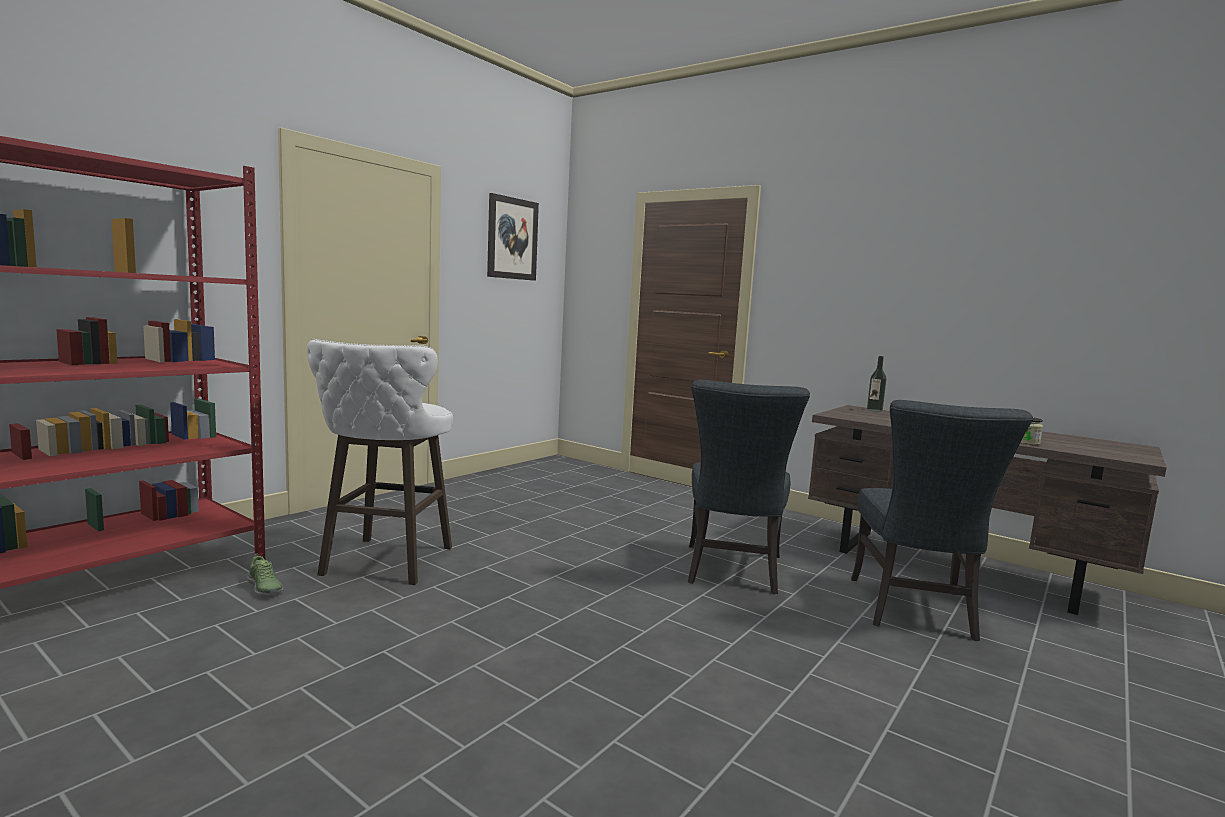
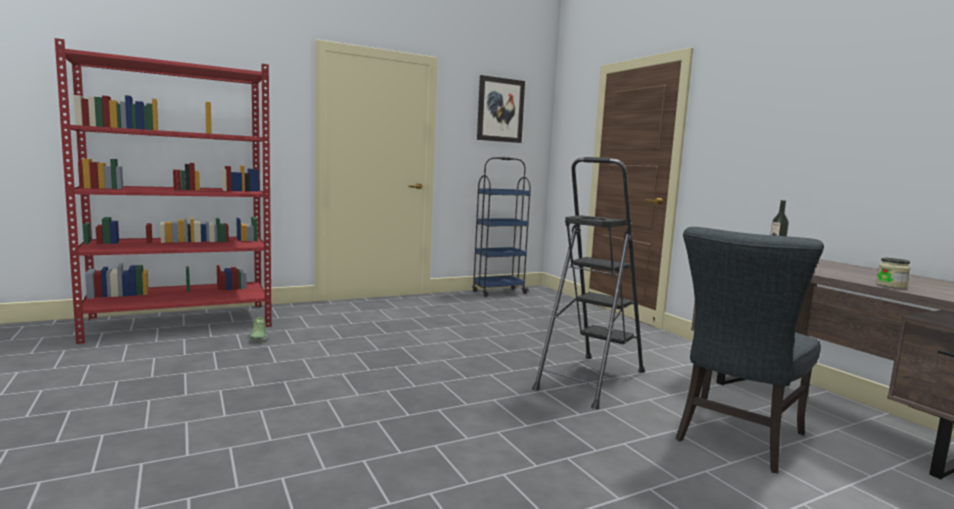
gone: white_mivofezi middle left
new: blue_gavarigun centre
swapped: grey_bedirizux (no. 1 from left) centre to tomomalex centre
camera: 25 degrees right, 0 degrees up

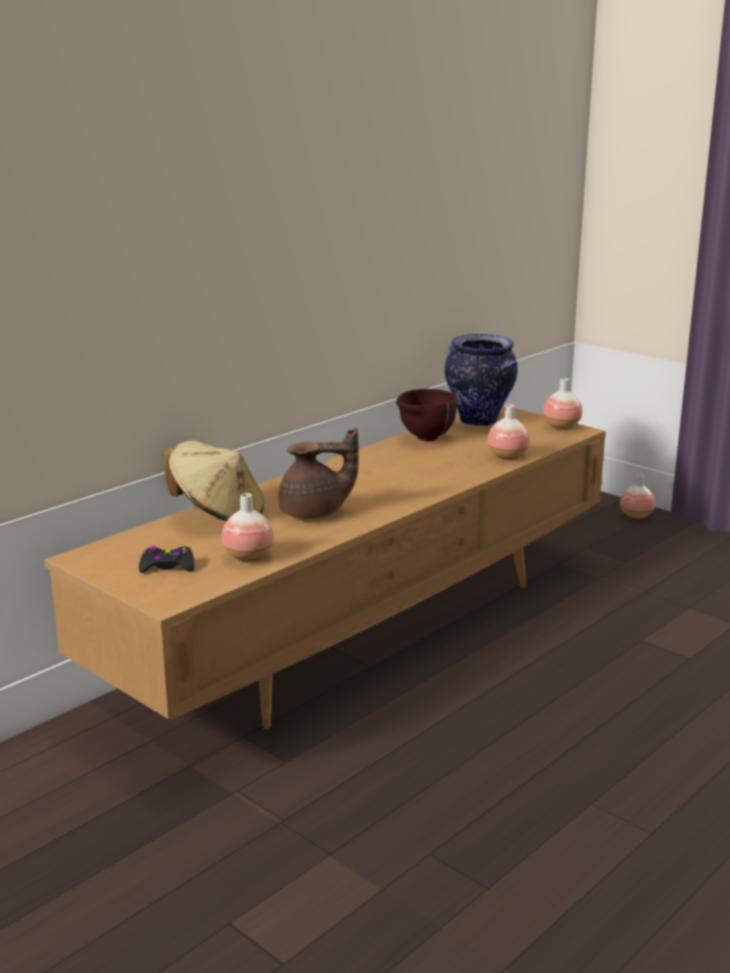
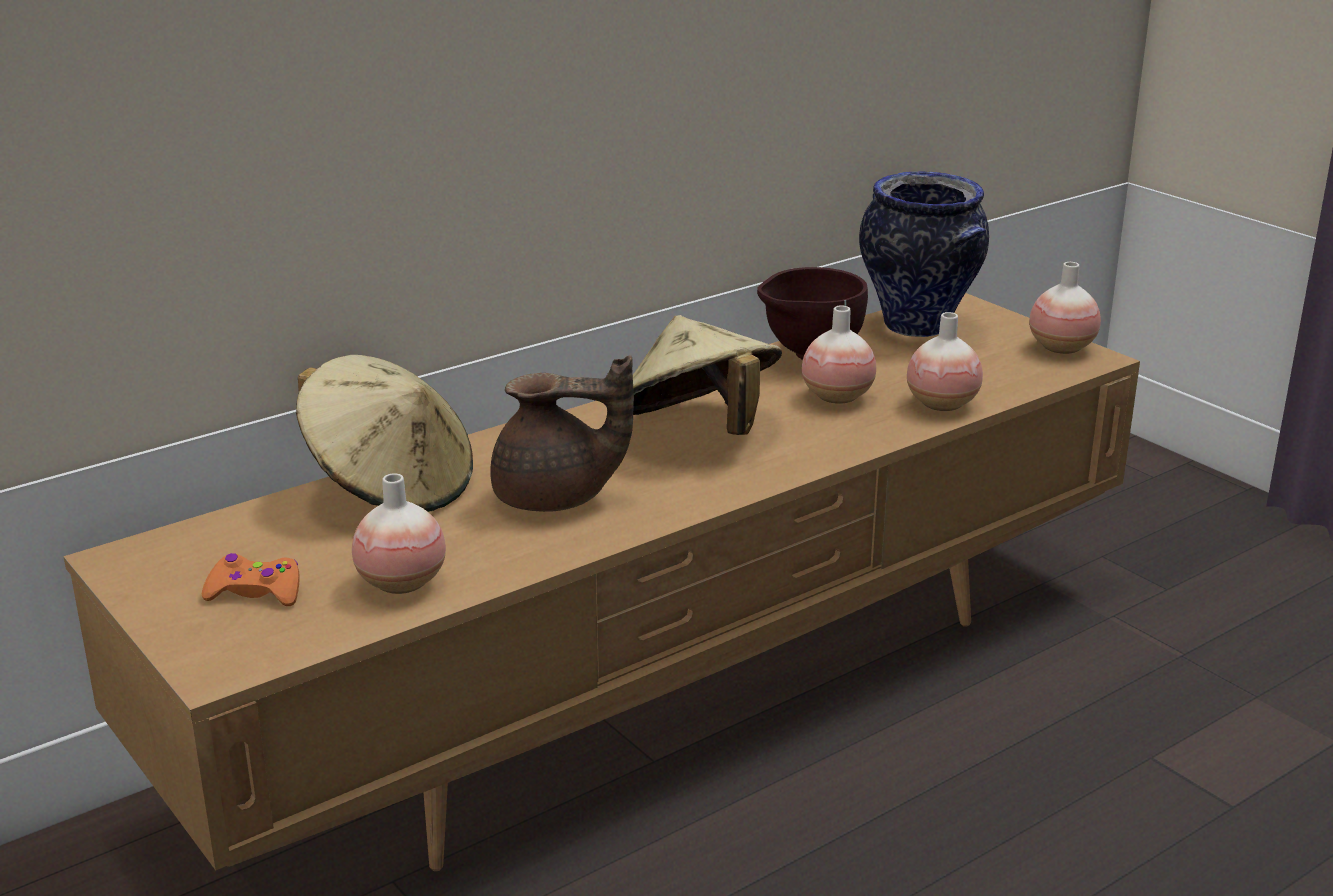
new: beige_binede (no. 2 from left) centre
shifted: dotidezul (no. 5 from left in the first image) middle right to dotidezul (no. 2 from left) centre
repainted: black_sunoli middle left to orange_sunoli middle left
camera: 10 degrees right, 5 degrees up

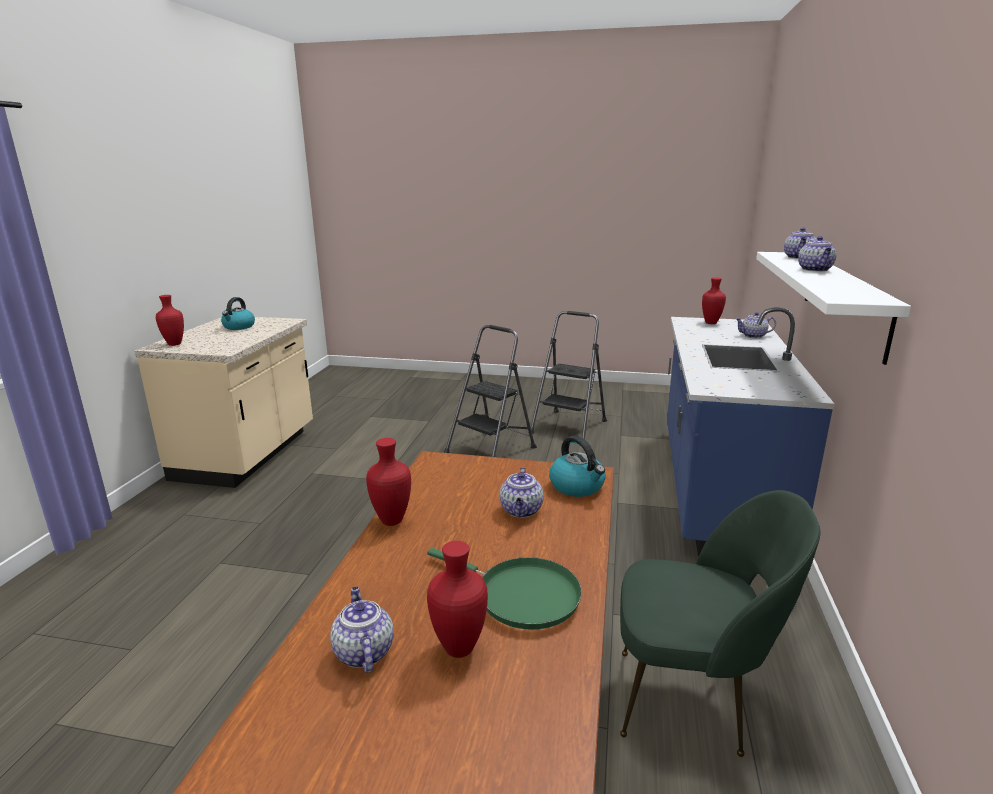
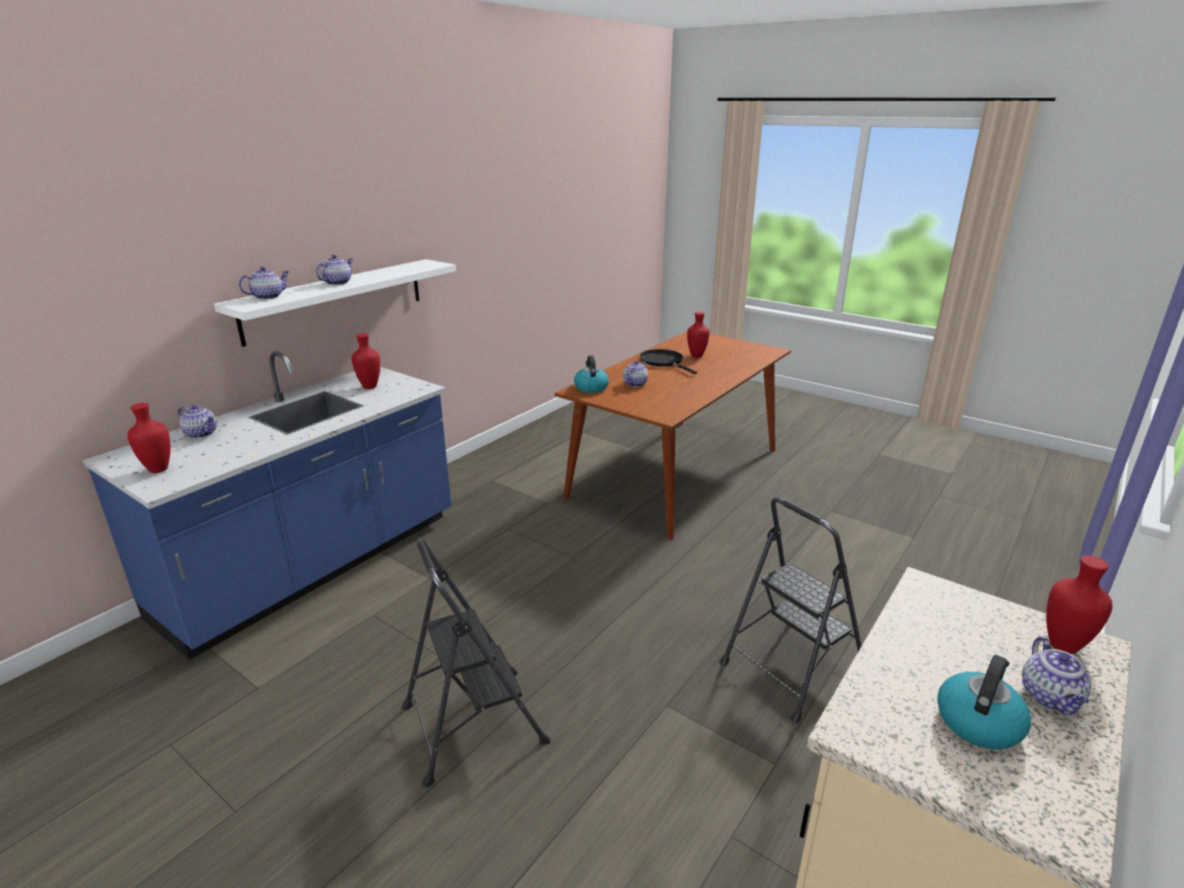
gone: green_bedirizux bottom right
shifted: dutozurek (no. 1 from left in the first image) bottom centre to dutozurek (no. 5 from left) bottom right; red_dotidezul (no. 2 from left) centre to middle left; black_tomomalex (no. 2 from left) centre to bottom right
repainted: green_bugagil bottom centre to black_bugagil centre
camera: 155 degrees left, 5 degrees up

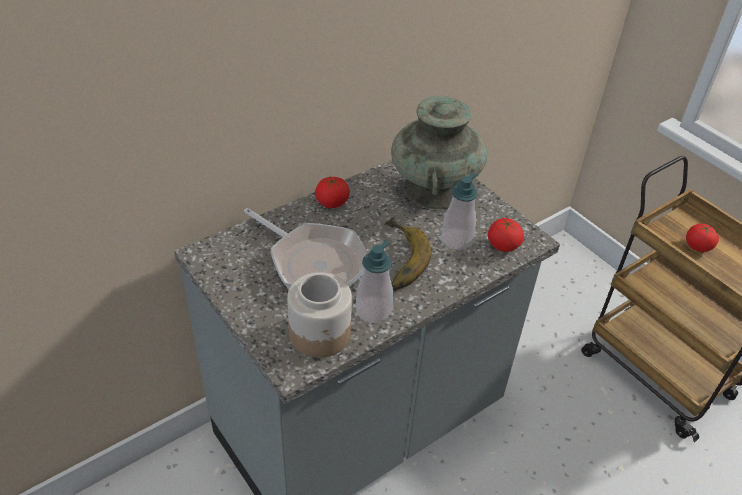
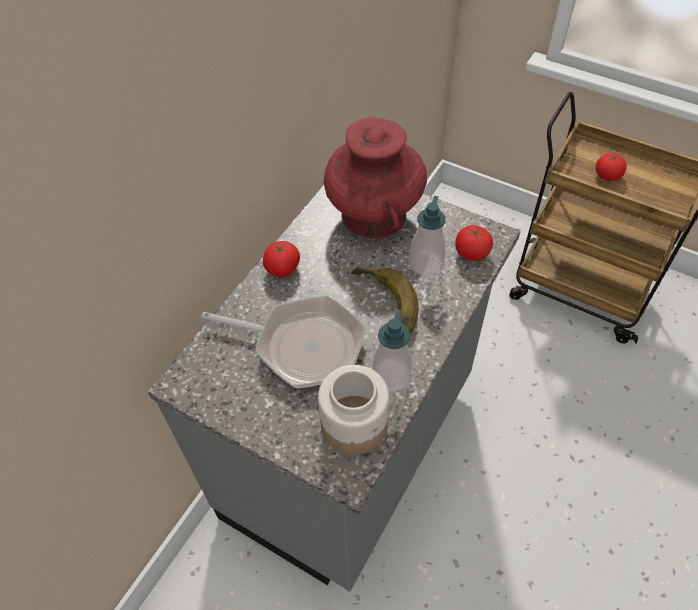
repainted: turquoise_dotidezul top centre to red_dotidezul top centre
camera: 20 degrees left, 10 degrees up

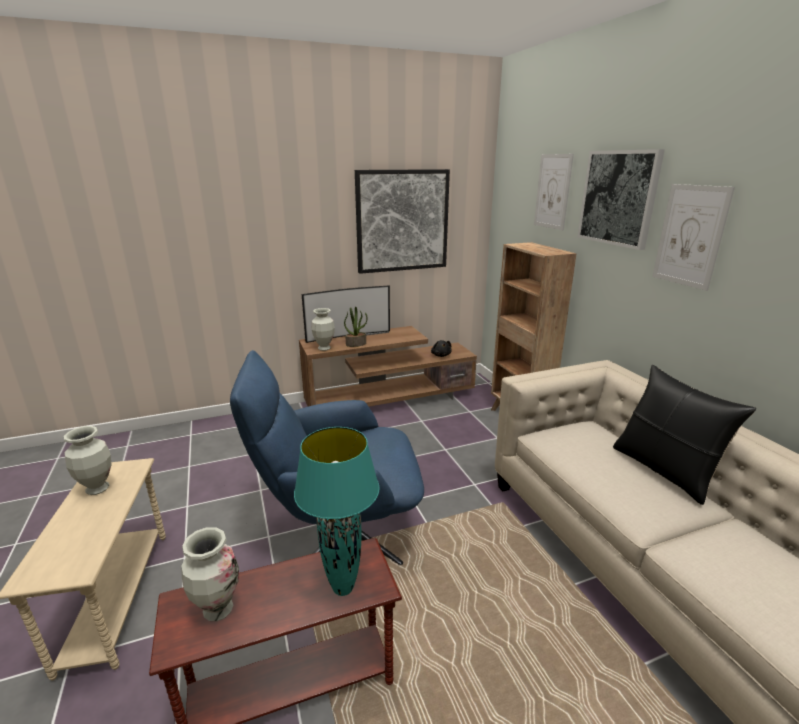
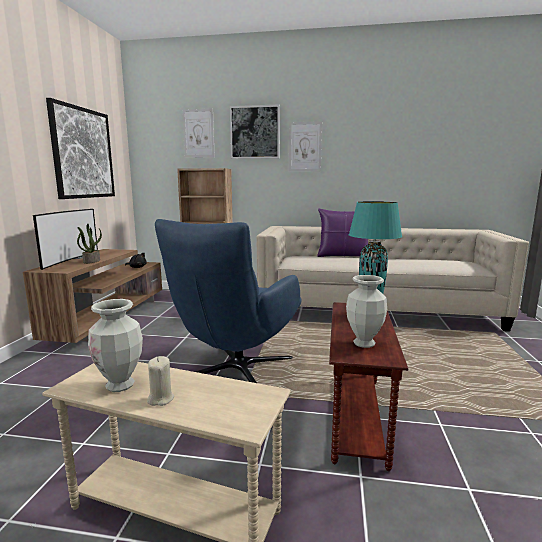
gone: dotidezul (no. 3 from left) centre
new: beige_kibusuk bottom left
repainted: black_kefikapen middle right to purple_kefikapen centre
camera: 60 degrees left, 10 degrees down

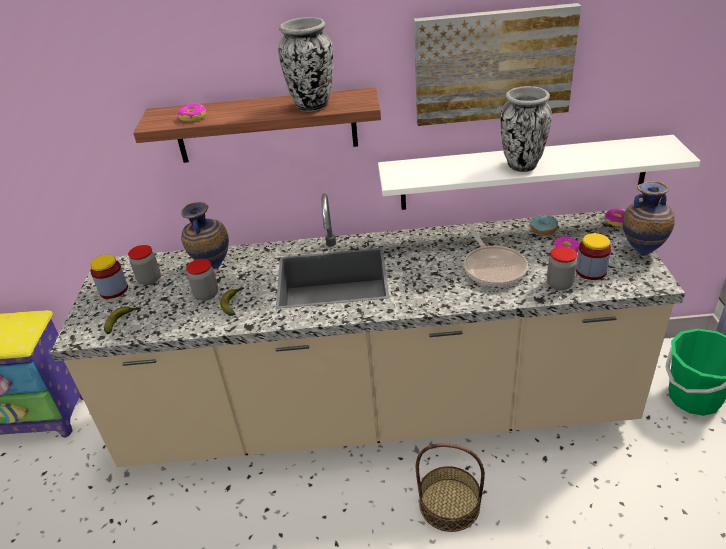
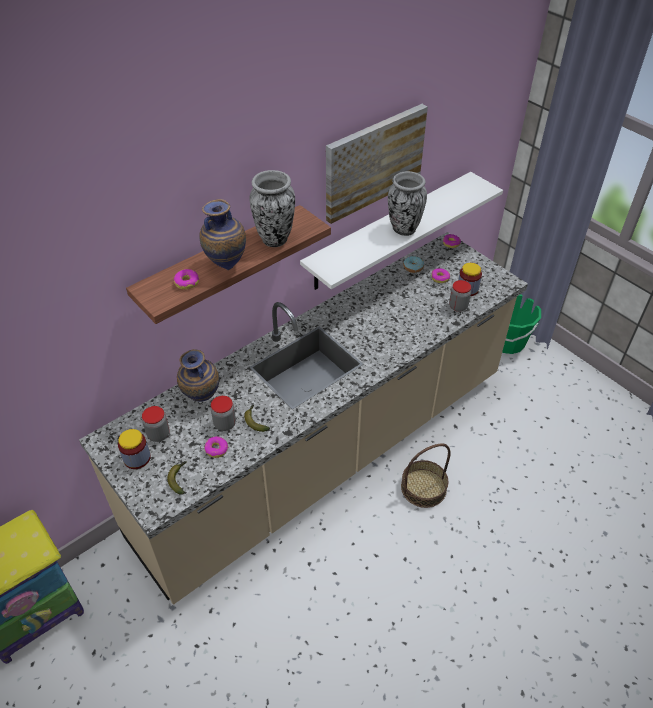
gone: bugagil middle right
new: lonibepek (no. 2 from left) middle left
shifted: dotidezul (no. 4 from left in the first image) middle right to dotidezul (no. 2 from left) top centre
camera: 40 degrees left, 10 degrees up

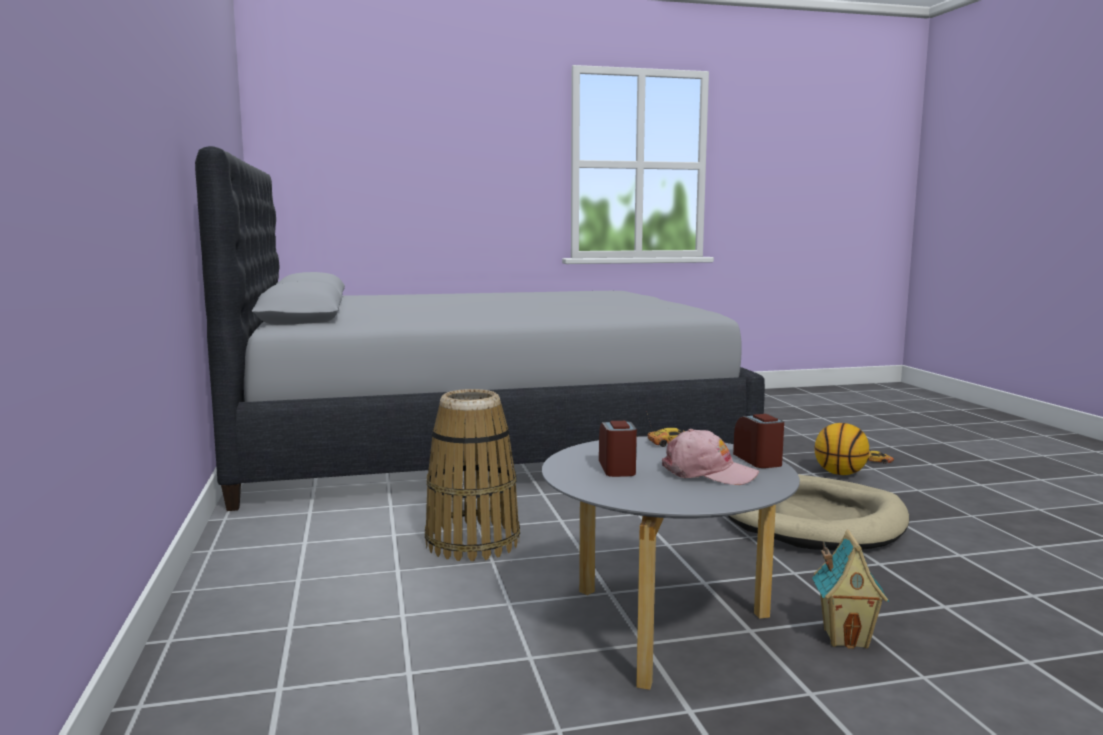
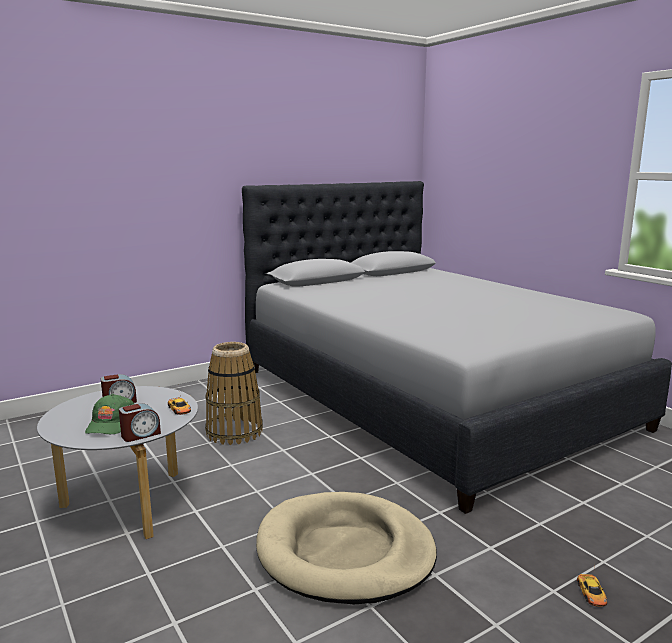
gone: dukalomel bottom right; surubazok middle right
repainted: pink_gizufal centre to green_gizufal middle left
camera: 70 degrees right, 5 degrees up

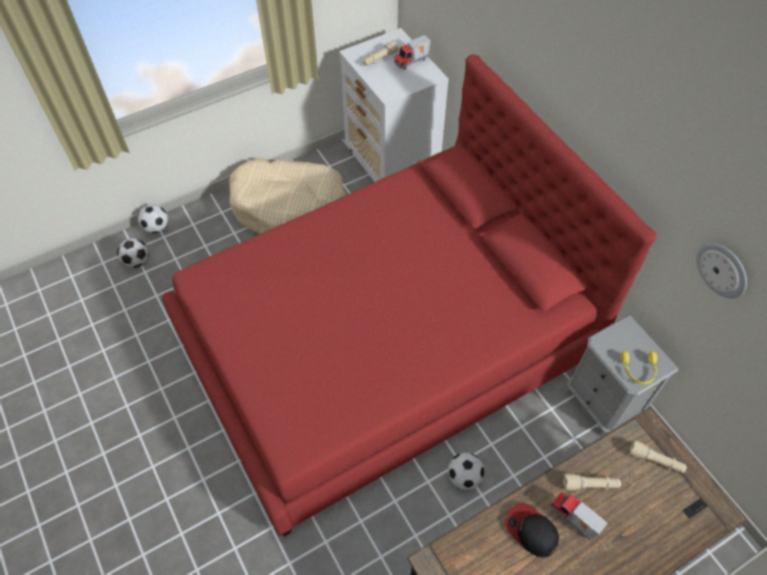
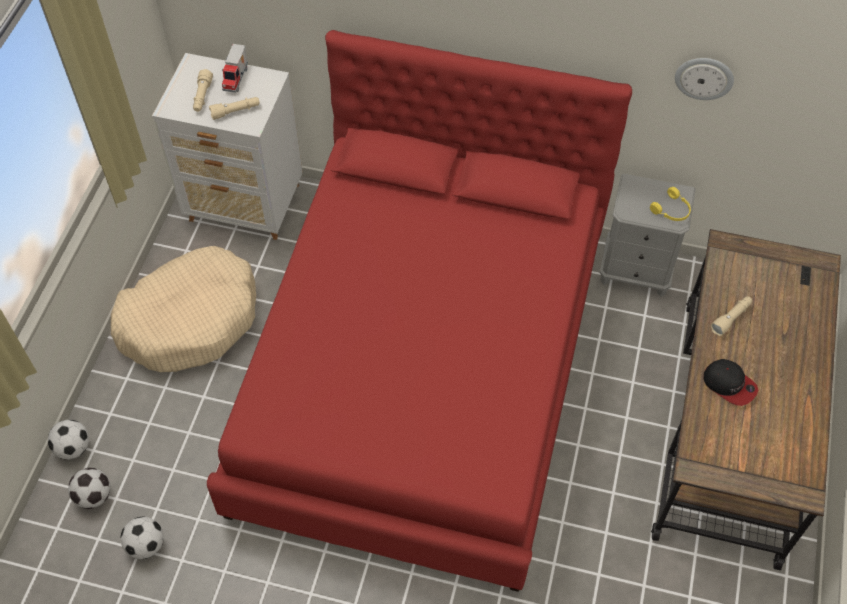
gone: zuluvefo (no. 2 from left) bottom right
shifted: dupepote (no. 3 from left) bottom centre to bottom left; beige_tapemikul (no. 3 from left in the first image) bottom right to beige_tapemikul (no. 2 from left) top left
rotated: gizufal bottom right = middle right 135 degrees counterclockwise
camera: 45 degrees left, 0 degrees up

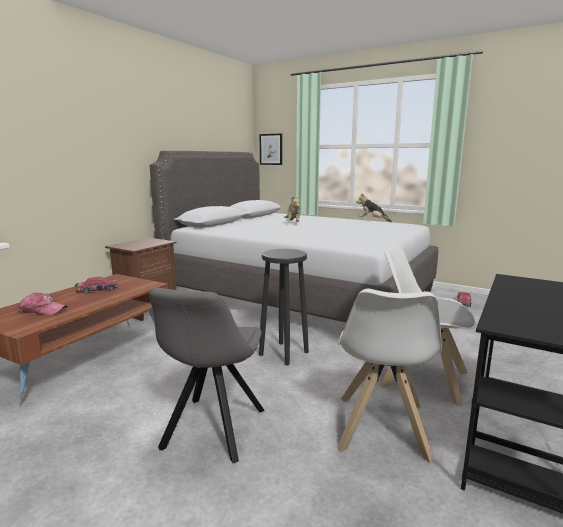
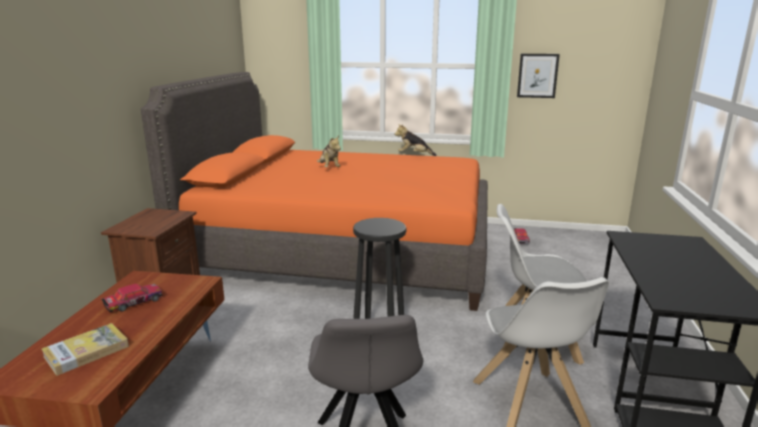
shifted: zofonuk top centre to top right
swapped: gizufal middle left to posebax bottom left
repainted: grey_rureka centre to orange_rureka centre
camera: 20 degrees left, 5 degrees up

